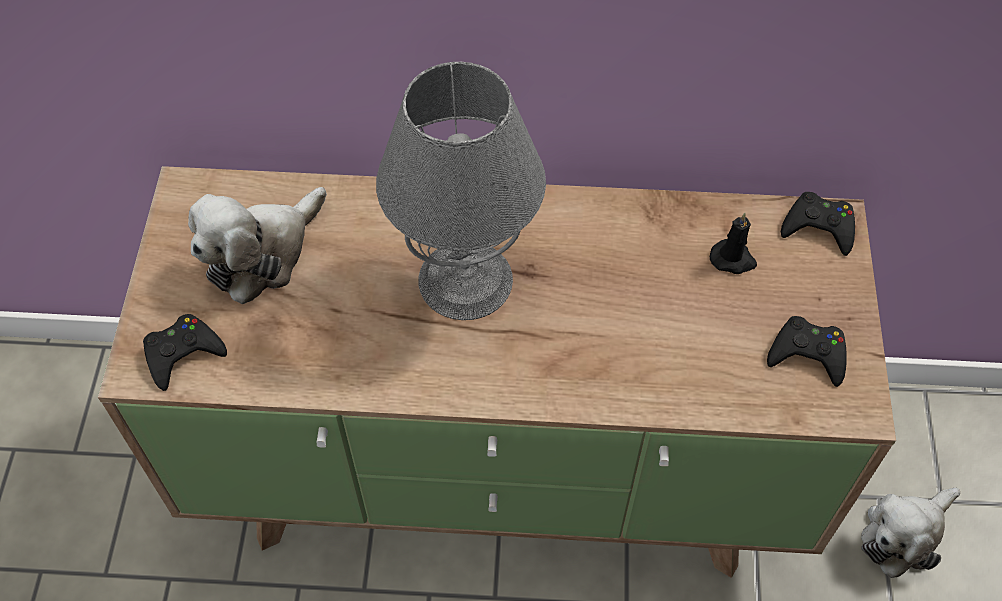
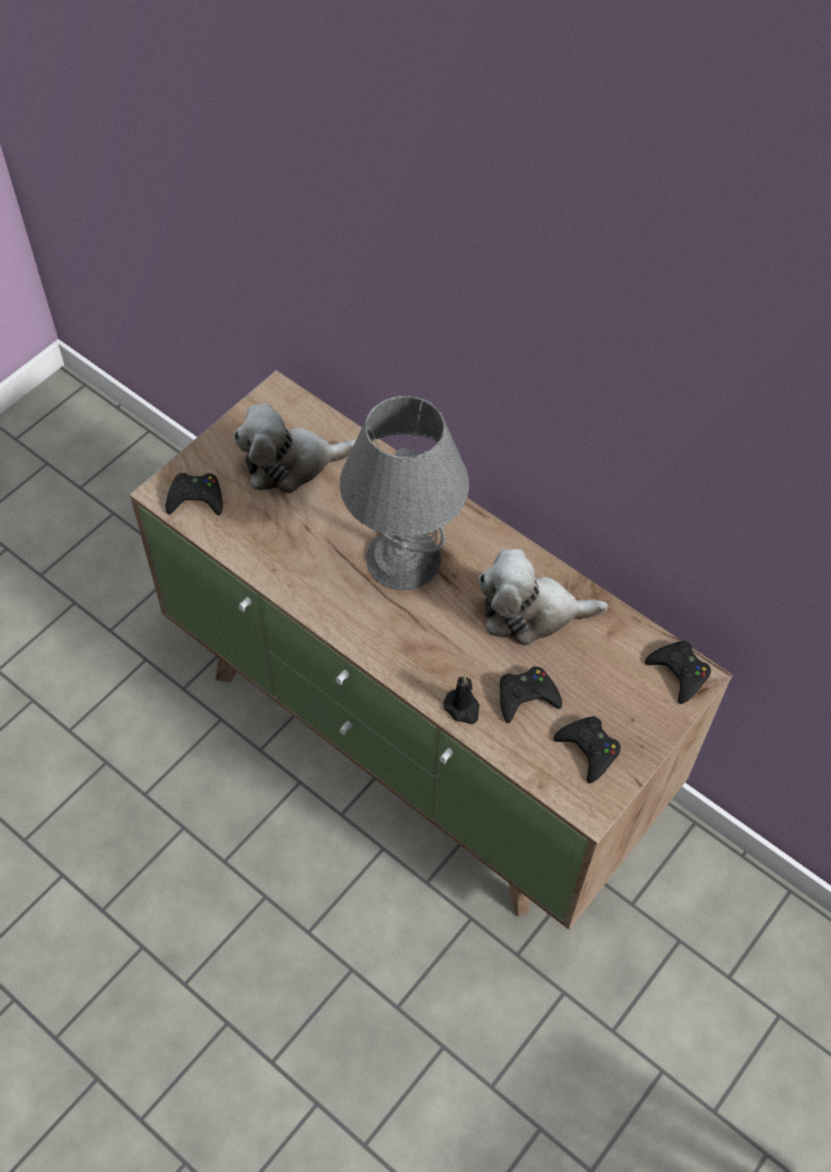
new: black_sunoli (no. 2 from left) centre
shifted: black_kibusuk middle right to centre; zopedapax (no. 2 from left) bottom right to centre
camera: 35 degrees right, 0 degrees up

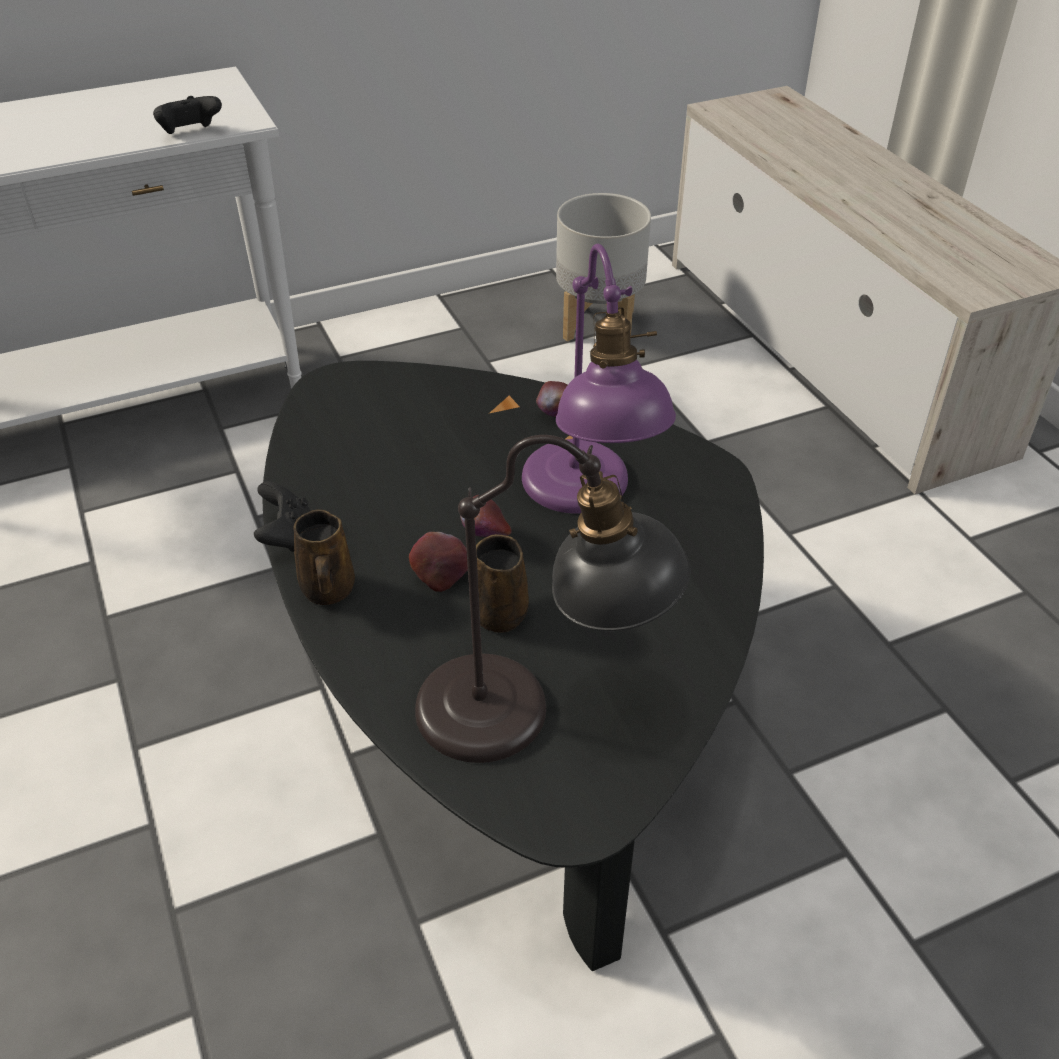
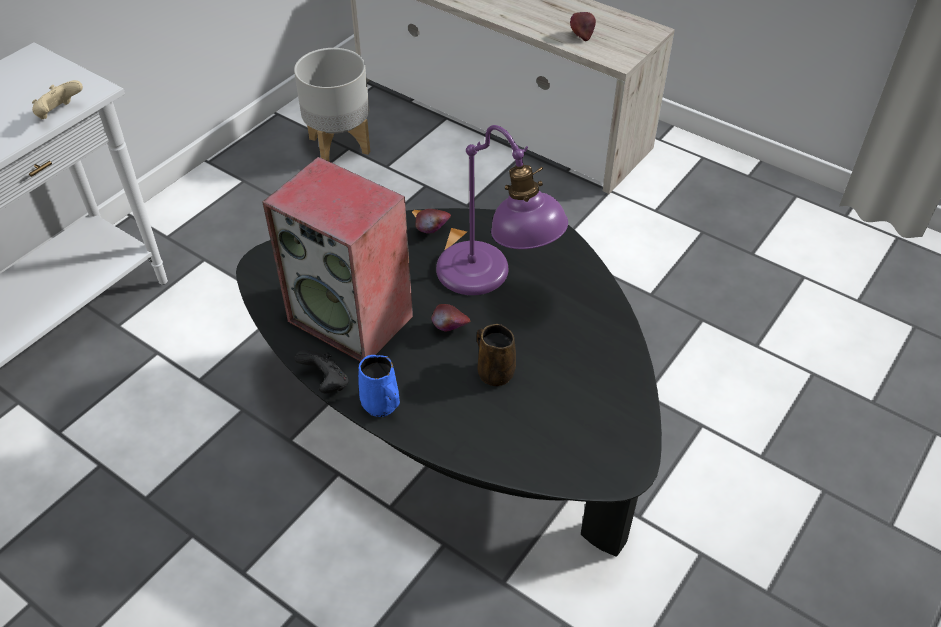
gone: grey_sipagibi centre
new: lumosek centre
shifted: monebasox (no. 1 from left in the first image) centre to monebasox (no. 3 from left) top centre
repainted: black_sunoli (no. 1 from left) top left to beige_sunoli top left; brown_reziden (no. 1 from left) middle left to blue_reziden centre
camera: 30 degrees left, 5 degrees up

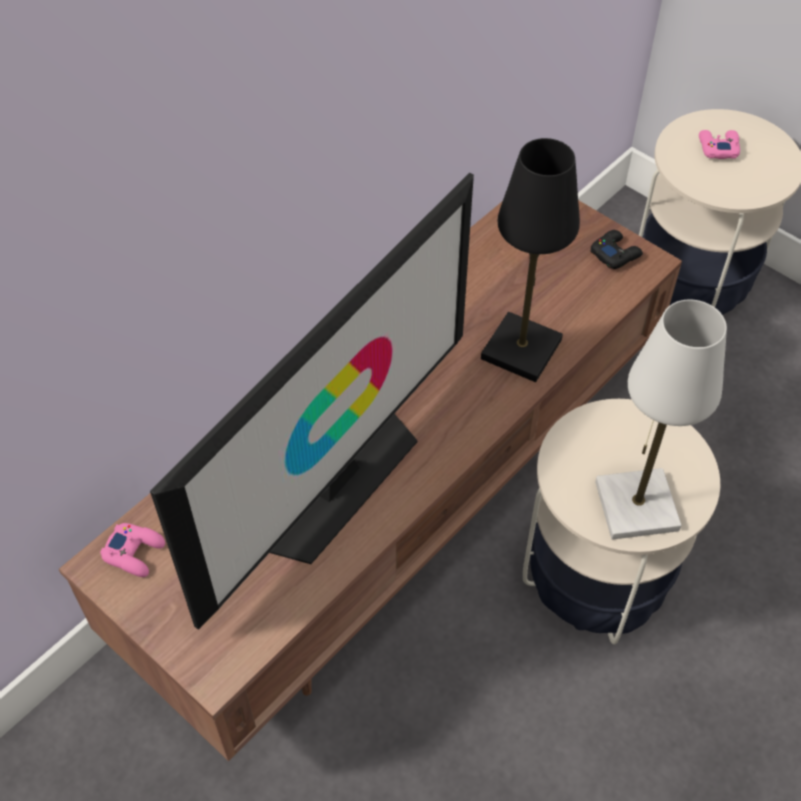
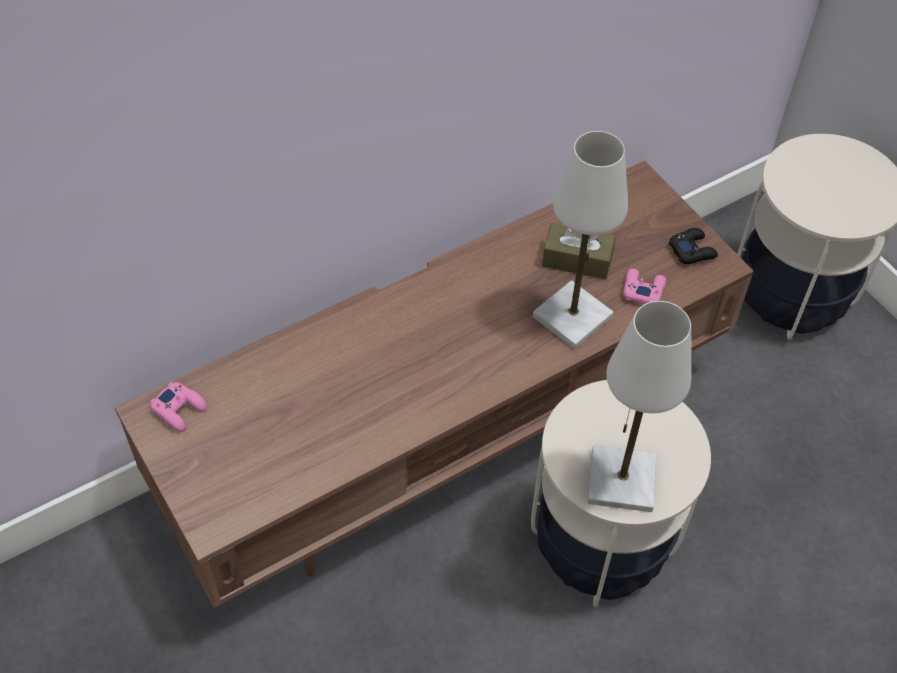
gone: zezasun centre
new: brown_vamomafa centre
shifted: pink_sunoli (no. 2 from left) top right to middle right
repainted: black_sipagibi top centre to white_sipagibi (no. 1 from left) centre
camera: 15 degrees right, 0 degrees up

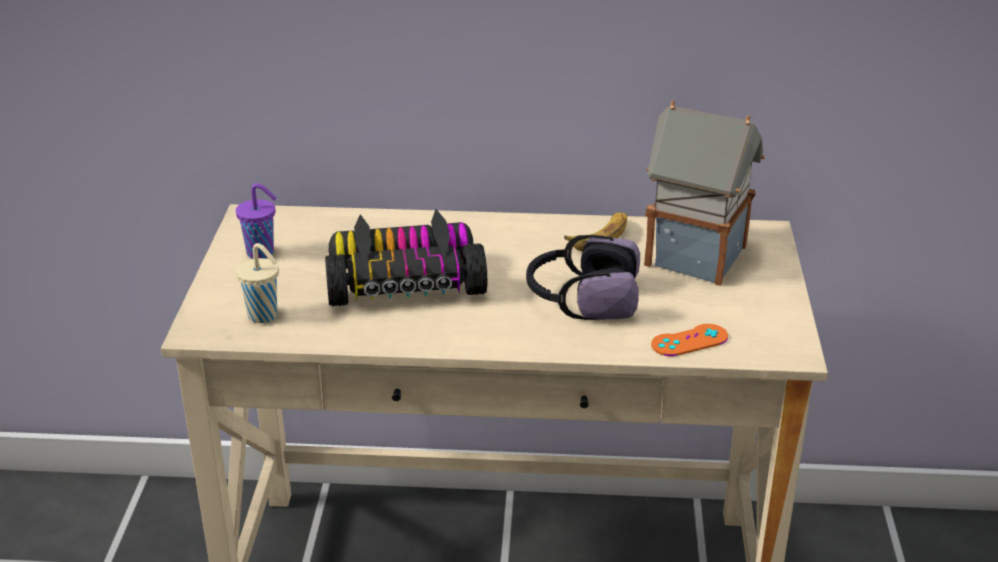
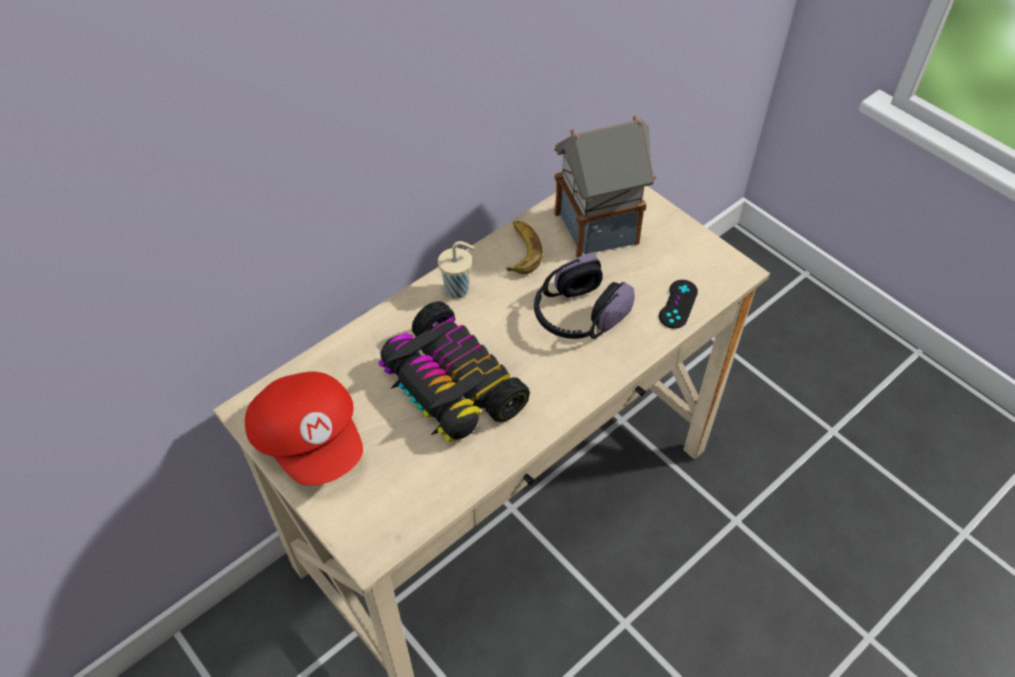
shifted: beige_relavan middle left to centre
swapped: purple_relavan middle left to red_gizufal middle left
repainted: orange_sunoli middle right to black_sunoli middle right
rotated: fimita centre = centre 75 degrees counterclockwise
camera: 45 degrees left, 20 degrees up

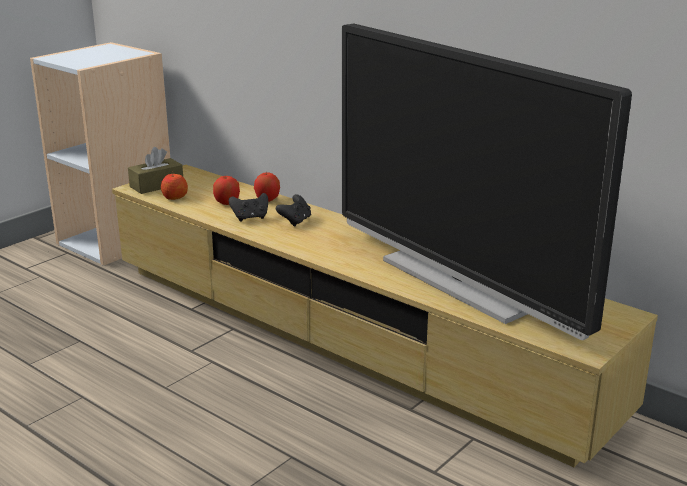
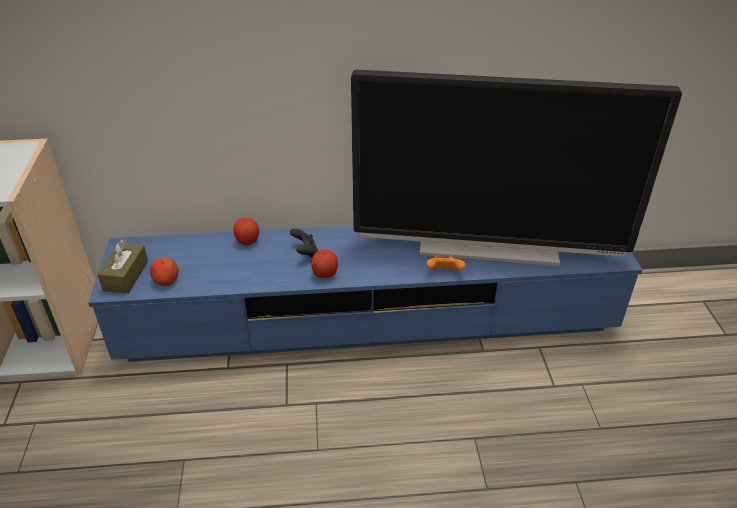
gone: black_sunoli (no. 1 from left) centre
new: orange_sunoli centre
shifted: monebasox (no. 2 from left in the first image) middle left to monebasox (no. 3 from left) centre
repainted: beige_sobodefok centre to blue_sobodefok centre
camera: 45 degrees left, 15 degrees up

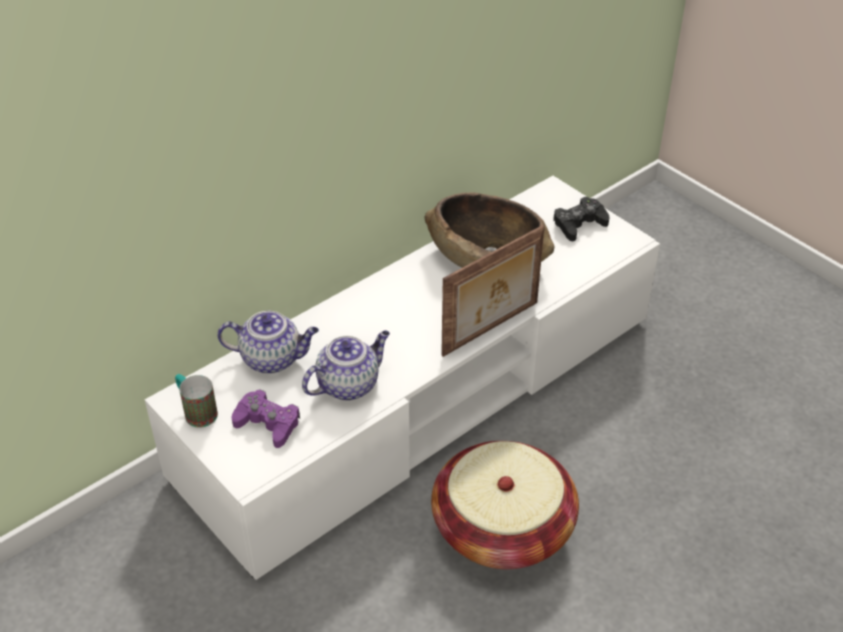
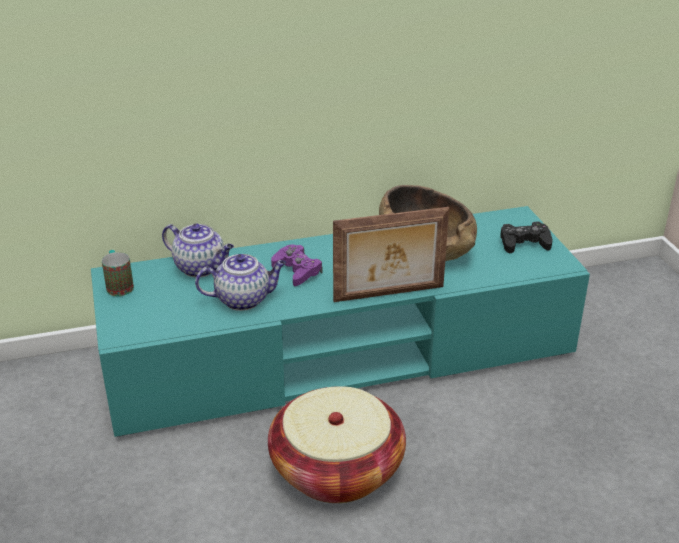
shifted: purple_sunoli middle left to centre
repainted: white_sobodefok centre to turquoise_sobodefok centre
camera: 25 degrees right, 10 degrees down

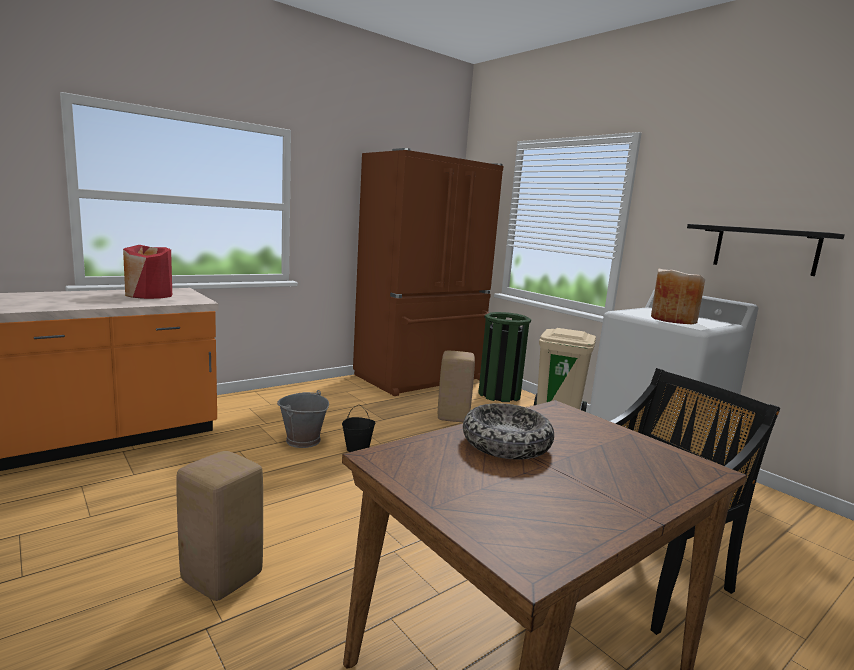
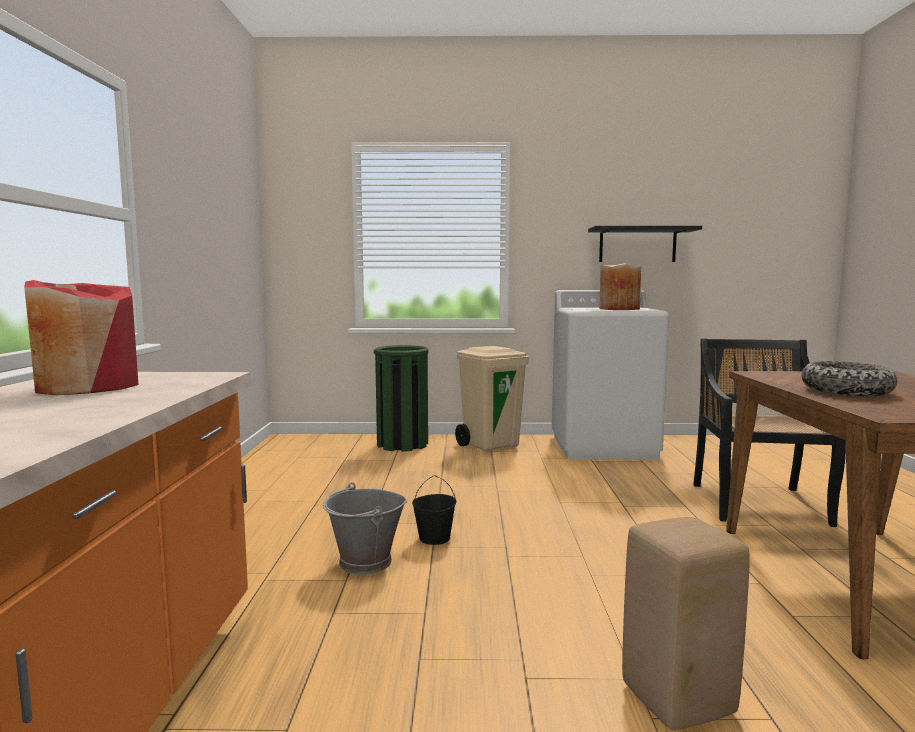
gone: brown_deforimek centre; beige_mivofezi (no. 2 from left) centre
camera: 50 degrees left, 5 degrees down

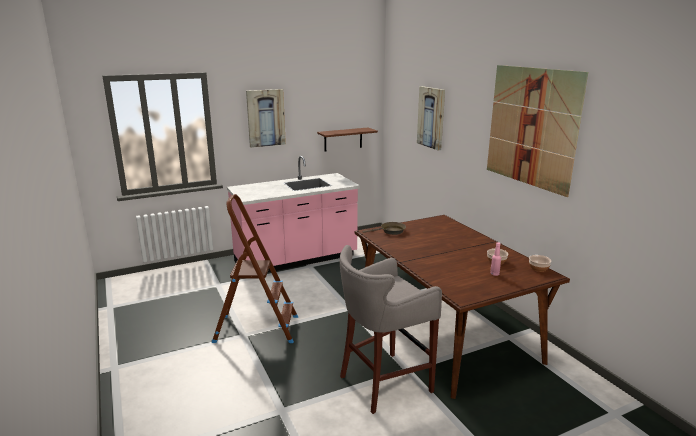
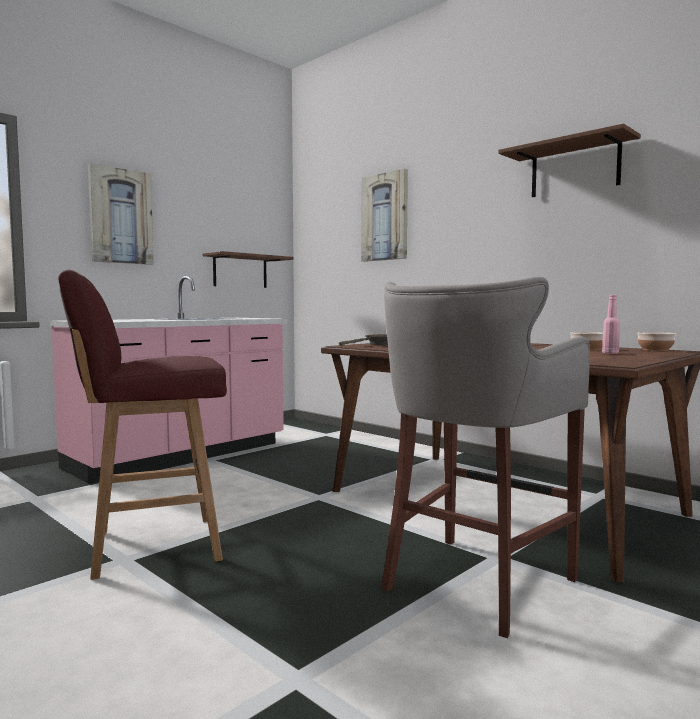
swapped: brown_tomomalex centre to red_mivofezi middle left; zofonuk (no. 3 from left) top right to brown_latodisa (no. 2 from left) top right
camera: 20 degrees left, 15 degrees down

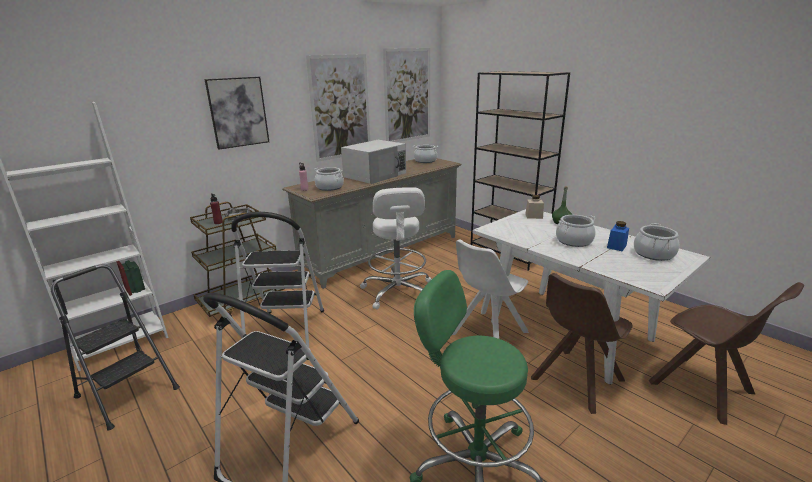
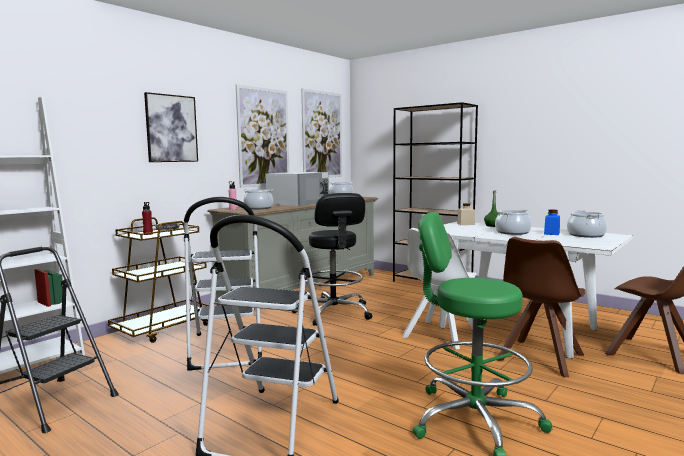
repainted: white_mivofezi centre to black_mivofezi centre
camera: 10 degrees left, 15 degrees down

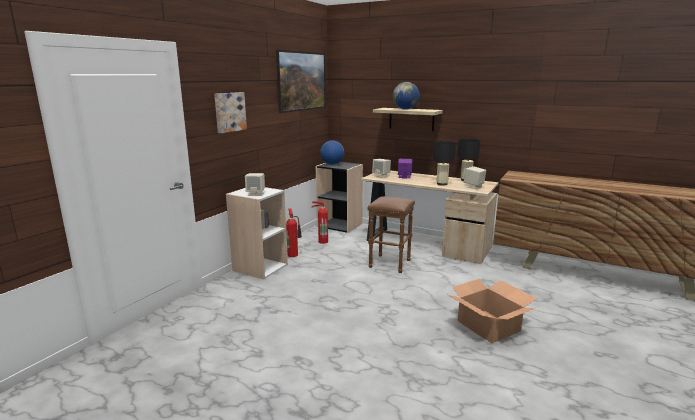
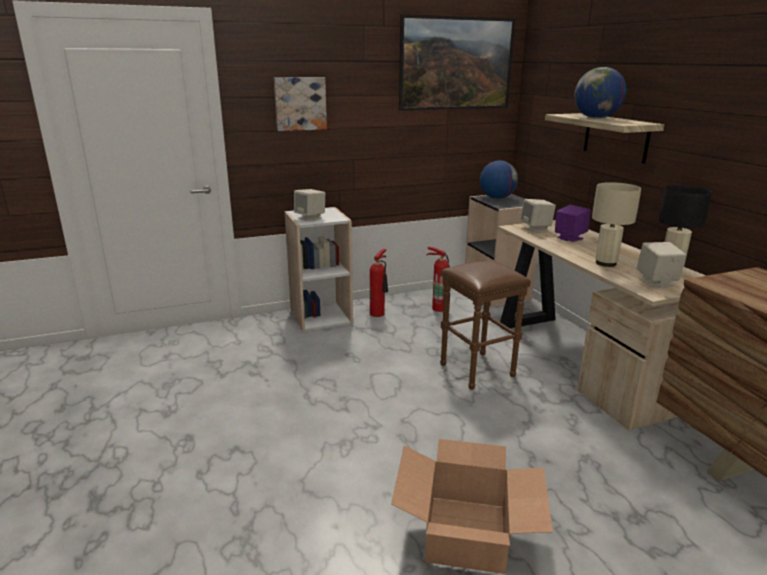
repainted: black_sipagibi (no. 1 from left) centre to beige_sipagibi middle right
camera: 40 degrees right, 5 degrees up

